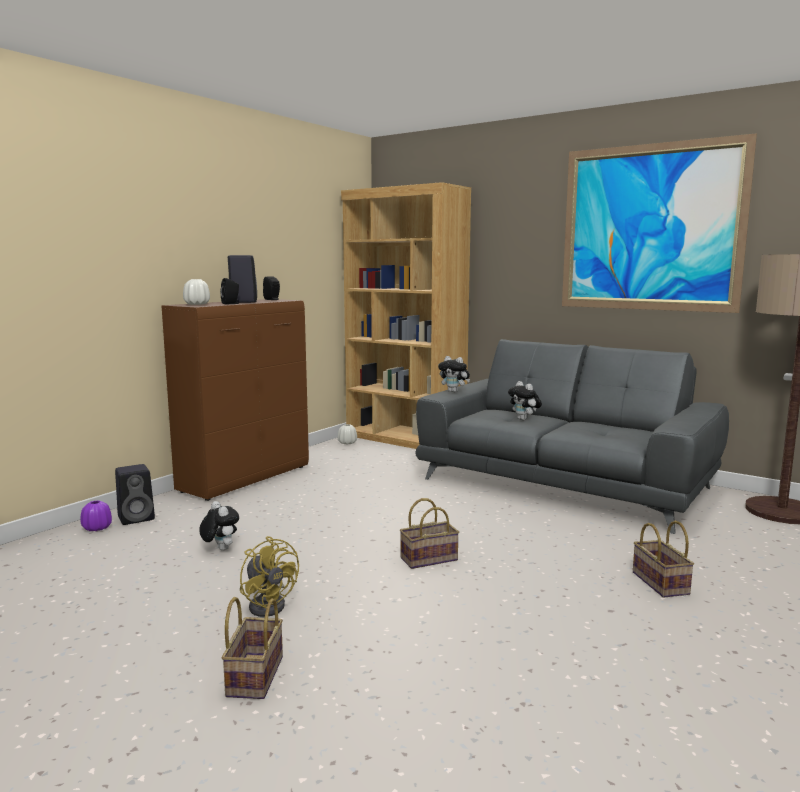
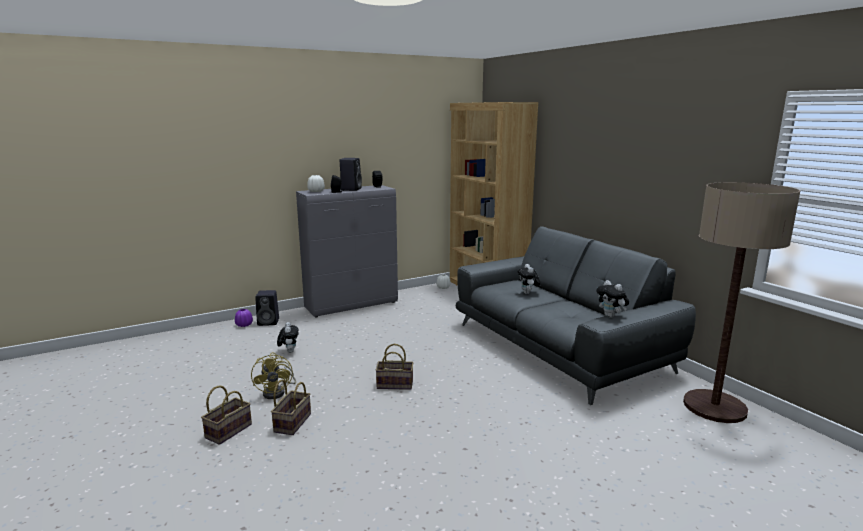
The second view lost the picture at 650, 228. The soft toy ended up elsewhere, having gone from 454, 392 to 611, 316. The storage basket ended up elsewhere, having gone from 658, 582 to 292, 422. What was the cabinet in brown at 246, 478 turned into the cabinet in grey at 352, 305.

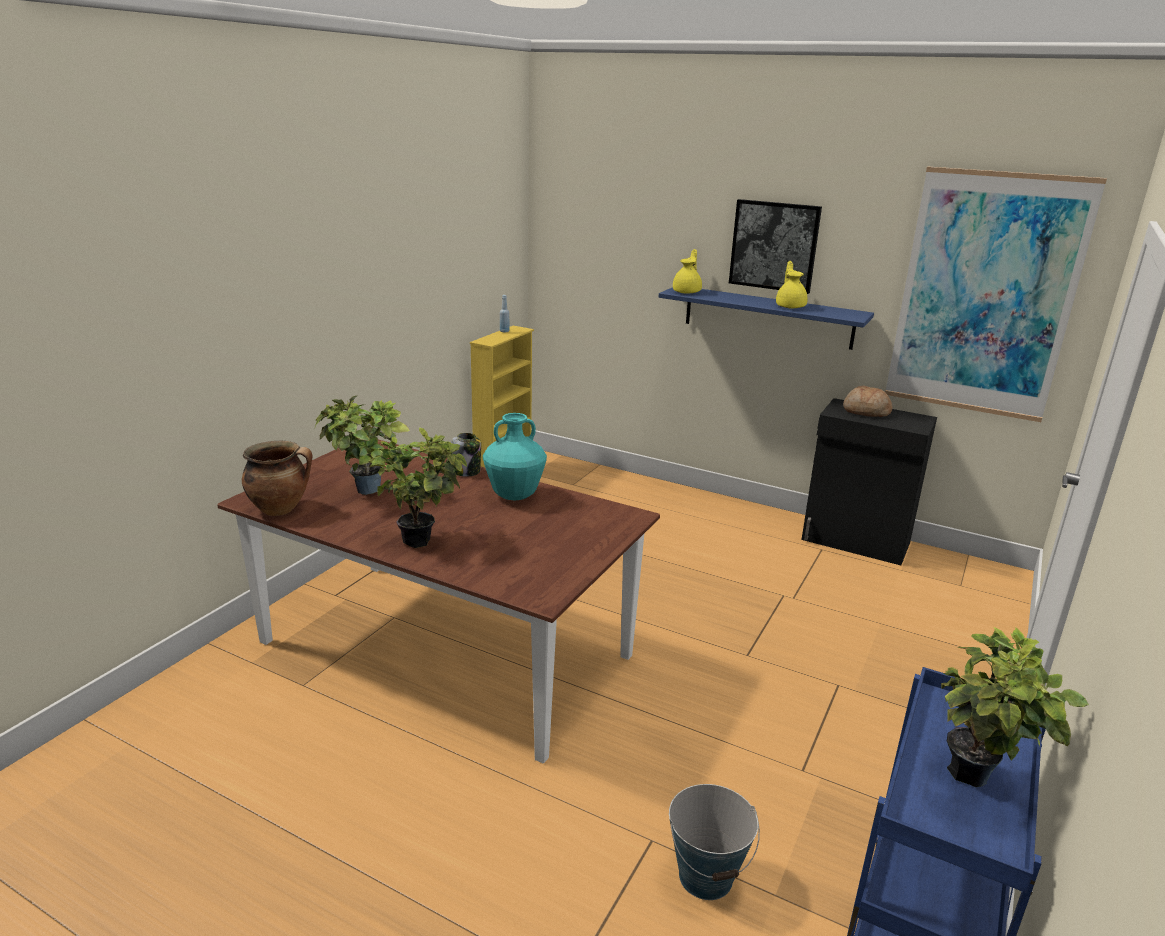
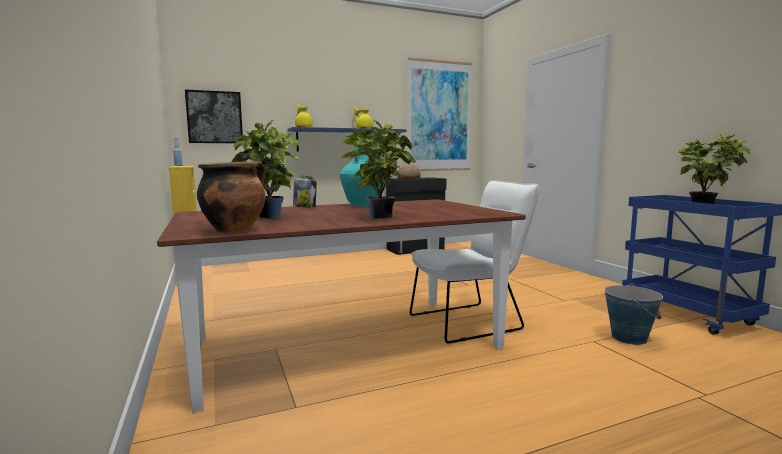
The second view gained the chair in white-coloured at 471, 321. The picture ended up elsewhere, having gone from 774, 245 to 214, 117.

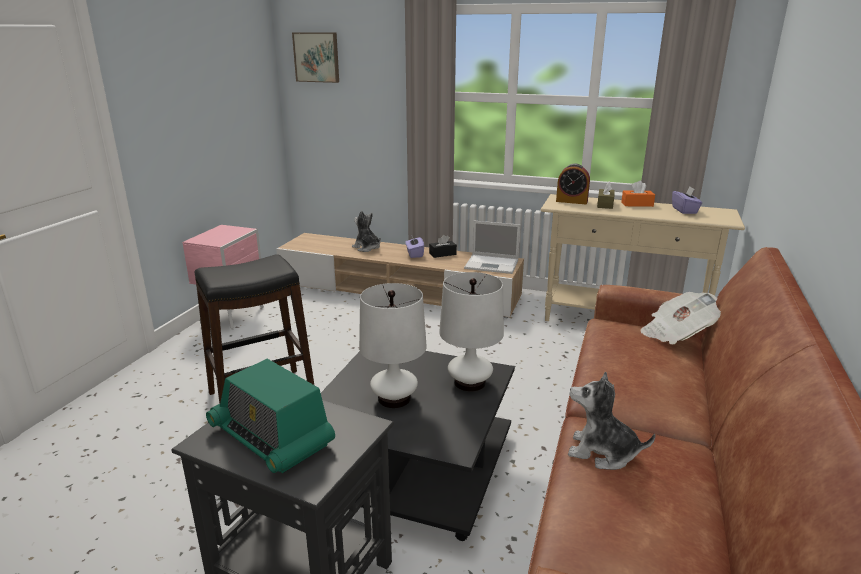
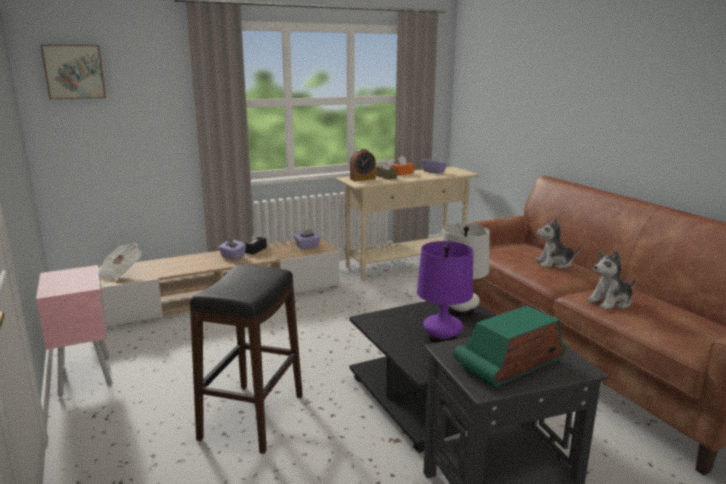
The soft toy ended up elsewhere, having gone from 367, 248 to 554, 263. The printed paper ended up elsewhere, having gone from 676, 333 to 119, 274. Where the notebook computer stood at 493, 264, the tissue holder in purple came to stand at 307, 246. What was the lamp for a table in white-coloured at 394, 398 turned into the lamp for a table in purple at 442, 338. The radio receiver at 272, 436 ended up facing another way, 150 degrees clockwise from before.

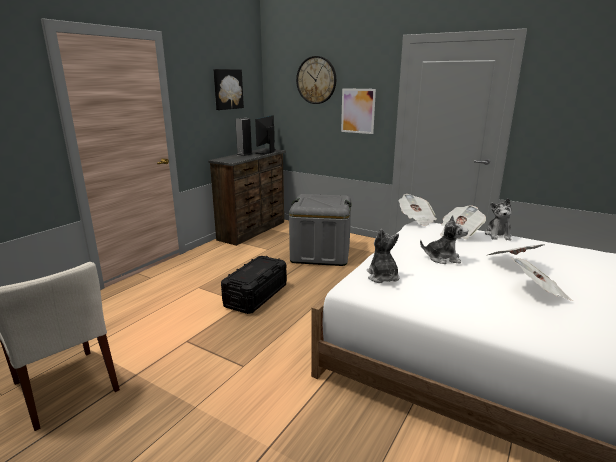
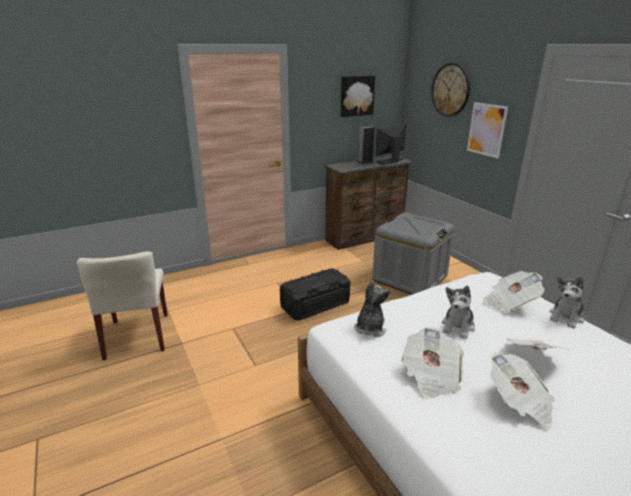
The printed paper ended up elsewhere, having gone from 416, 219 to 430, 376. The soft toy at 442, 258 ended up facing another way, 75 degrees clockwise from before.

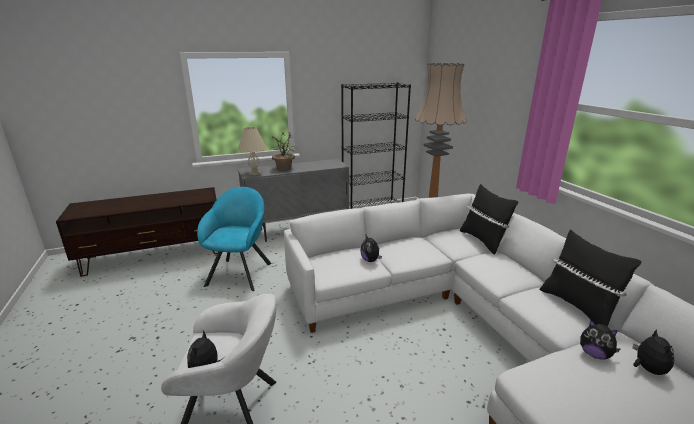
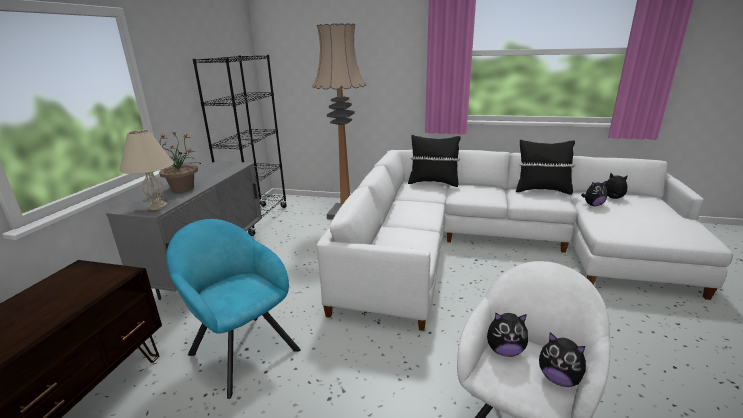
The soft toy ended up elsewhere, having gone from 370, 260 to 504, 350.

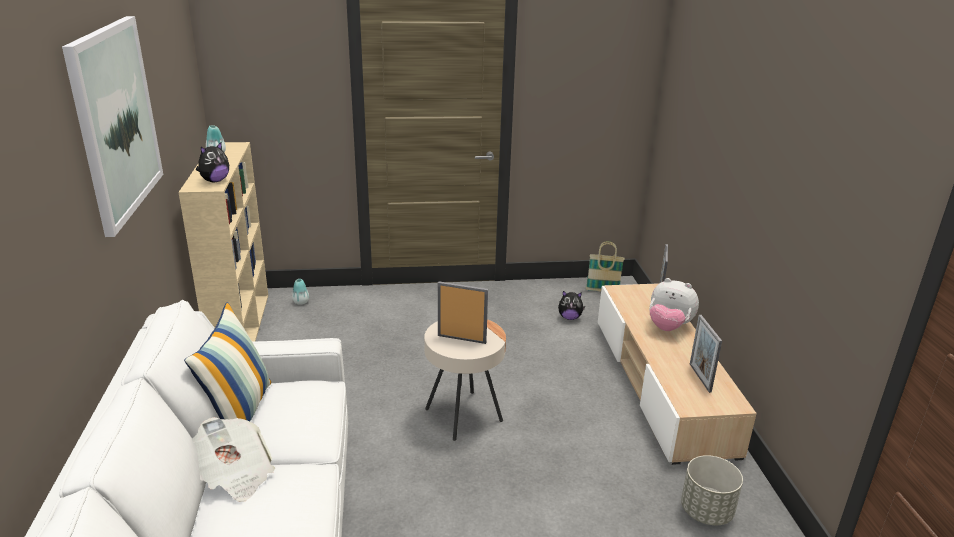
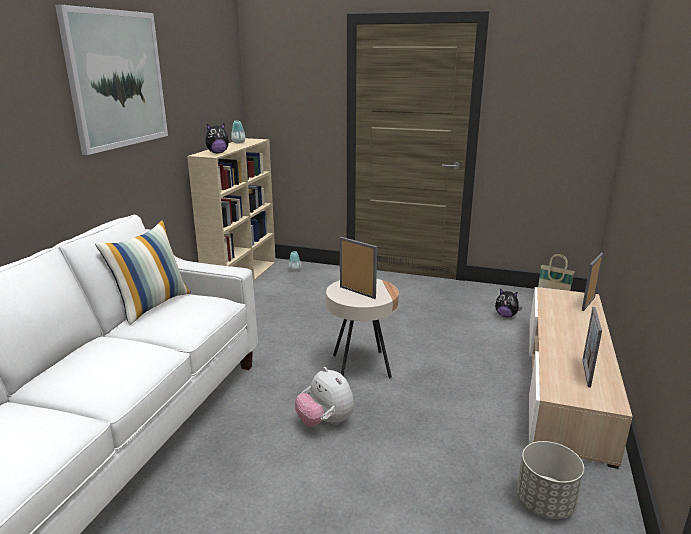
The second view lost the printed paper at 234, 475. The soft toy ended up elsewhere, having gone from 668, 327 to 325, 422.

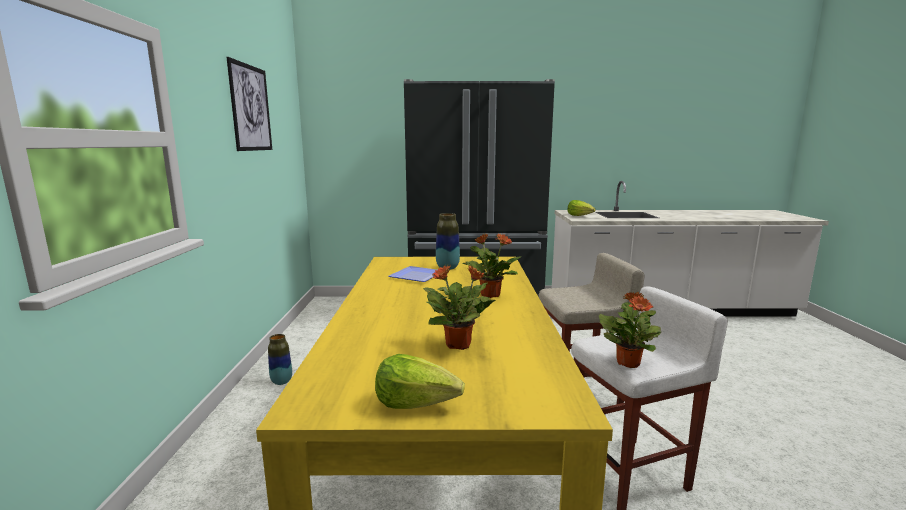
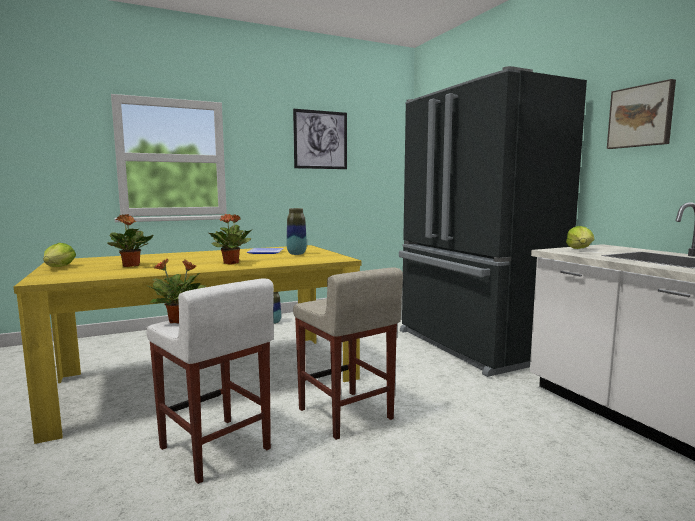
The second view gained the picture at 641, 116.

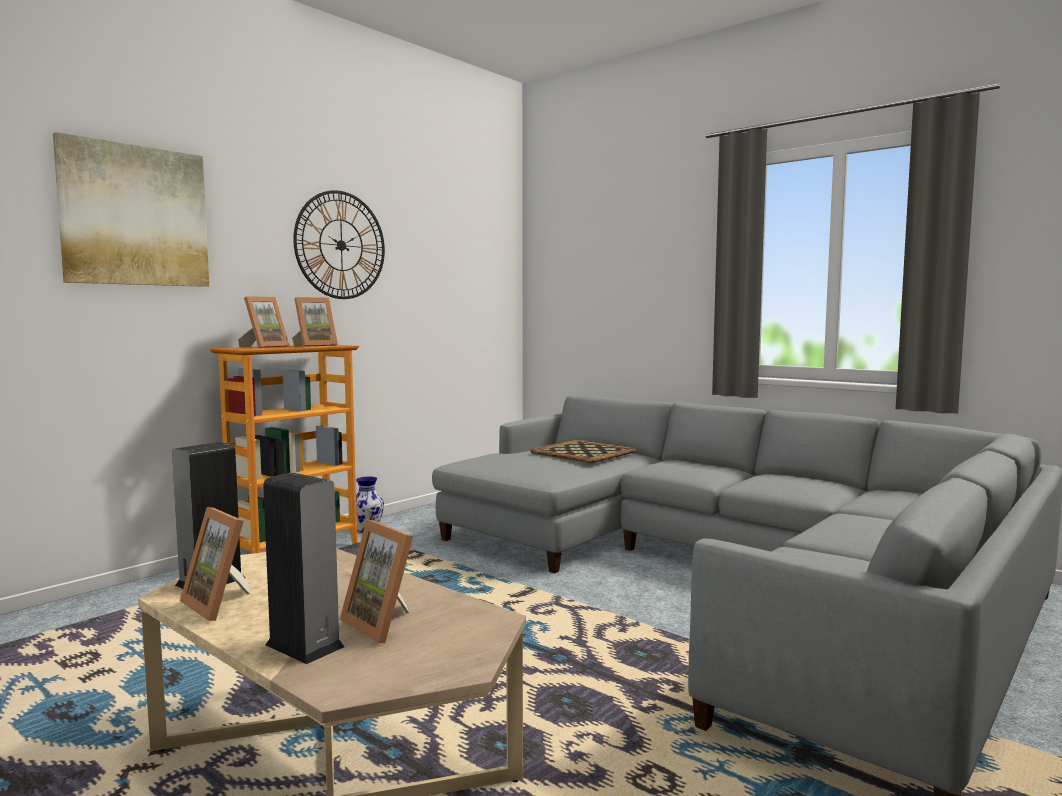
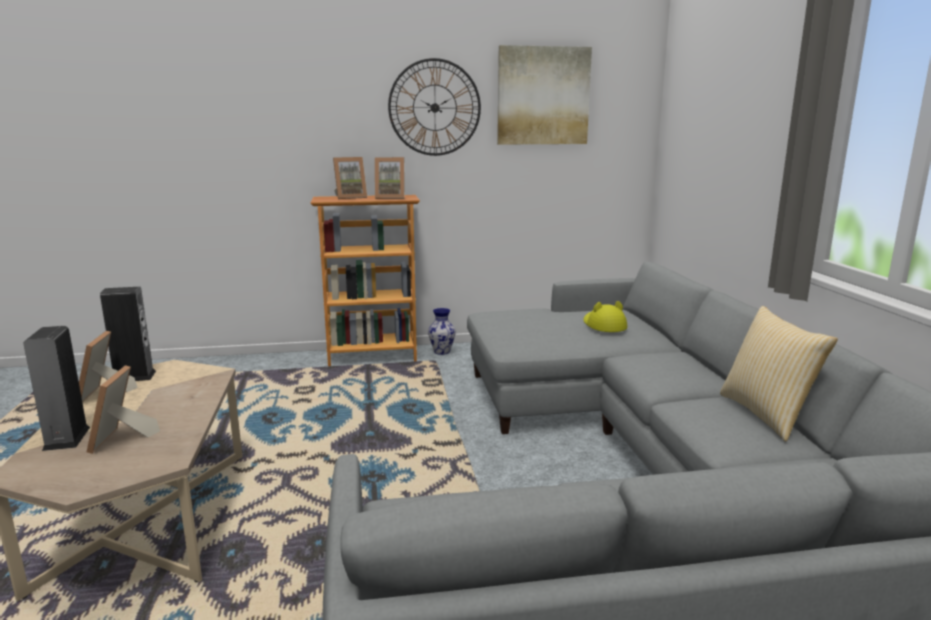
The second view gained the cushion at 767, 414. The picture ended up elsewhere, having gone from 135, 216 to 543, 96. Where the serving tray stood at 583, 452, the wearable hat in yellow came to stand at 603, 325.

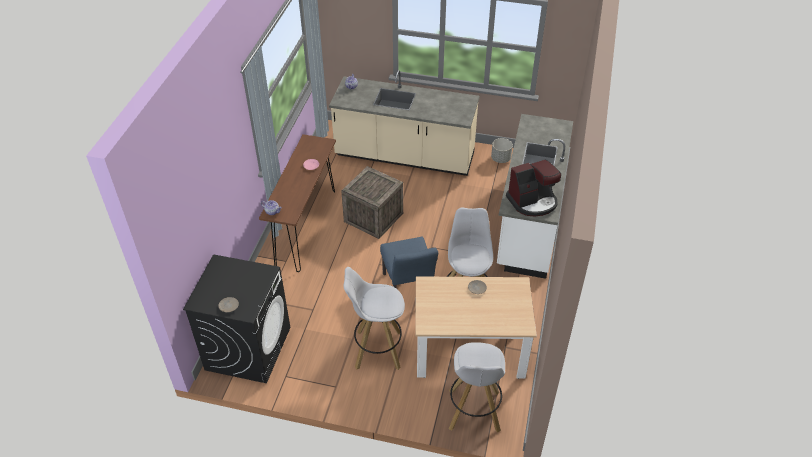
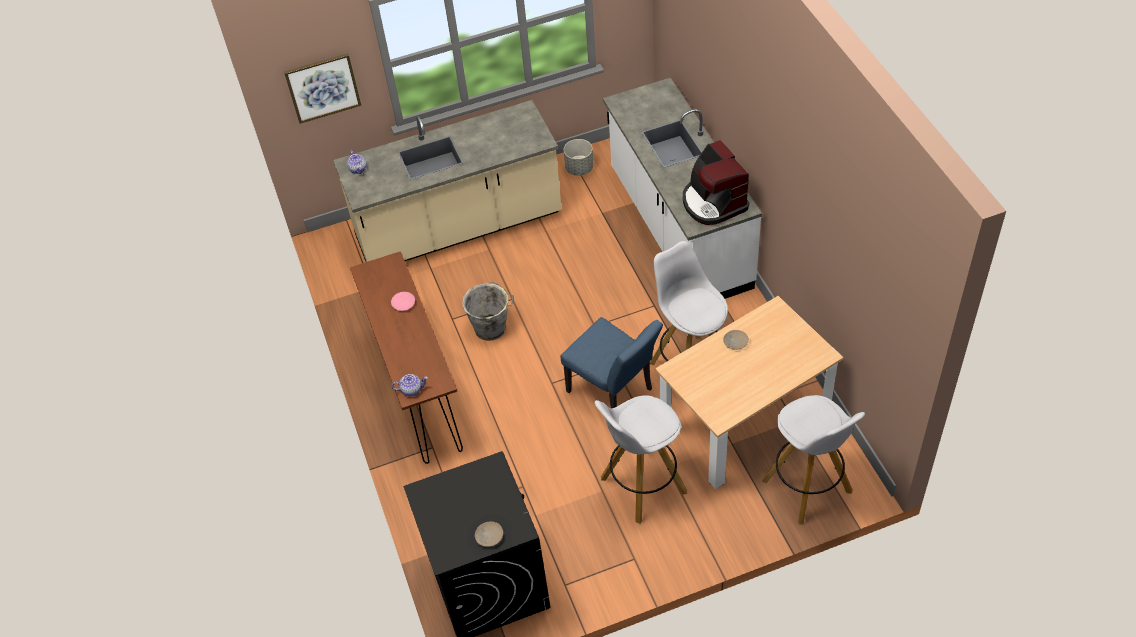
The second view gained the picture at 323, 87. Where the crate stood at 373, 217, the water bucket in grey came to stand at 491, 328. The coffee brewer at 532, 201 ended up facing another way, 120 degrees clockwise from before.

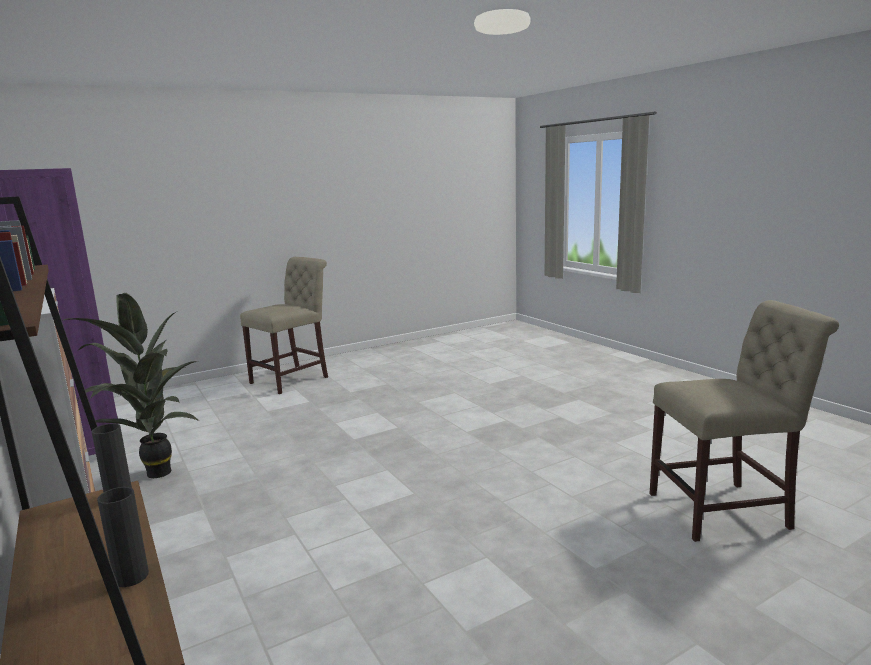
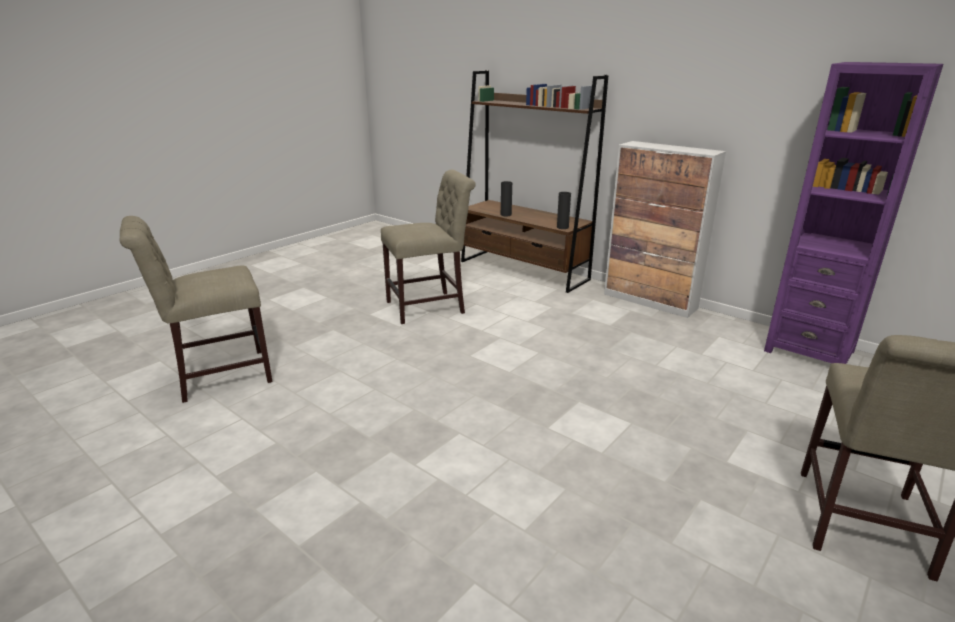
The second view lost the houseplant at 154, 475. The second view gained the chair in beige at 430, 307.

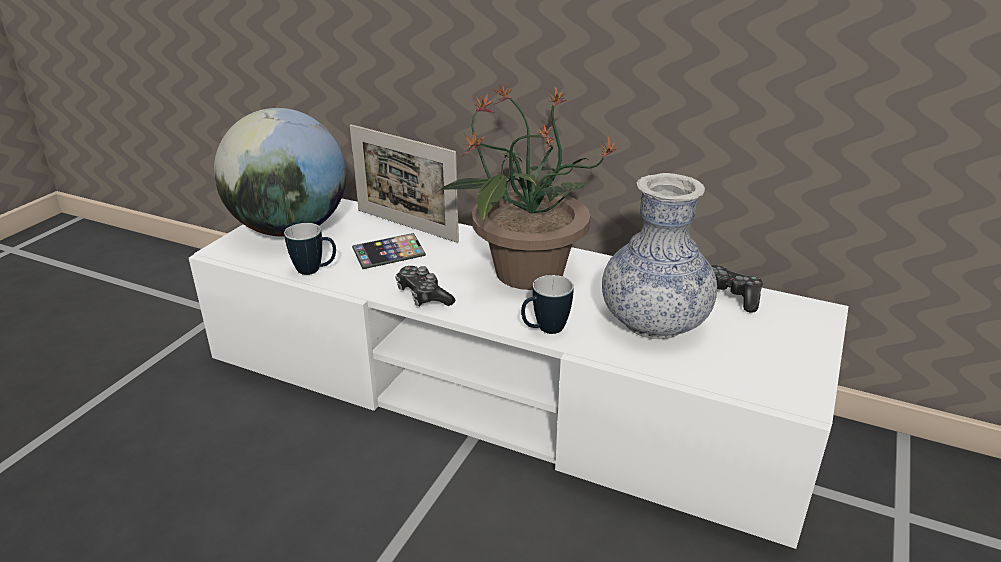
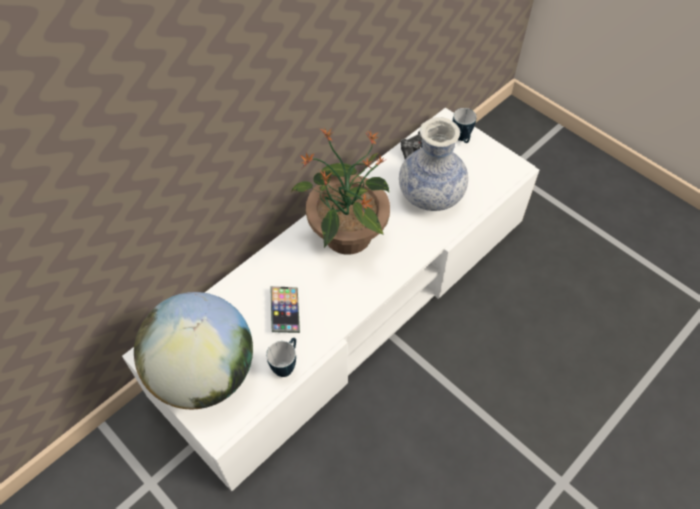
The second view lost the picture frame at 406, 225. The second view lost the joypad at 423, 296. The mug ended up elsewhere, having gone from 544, 330 to 462, 139.

